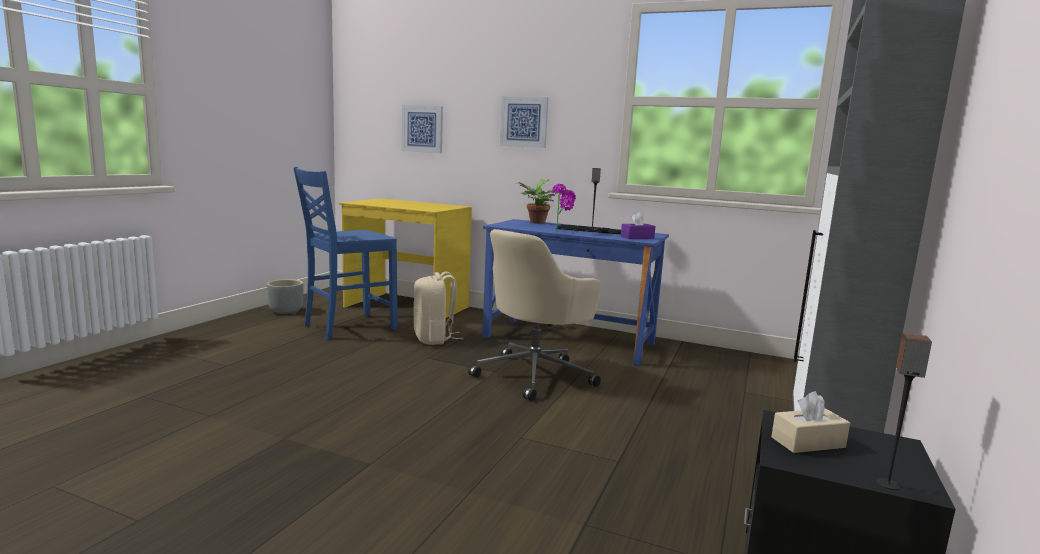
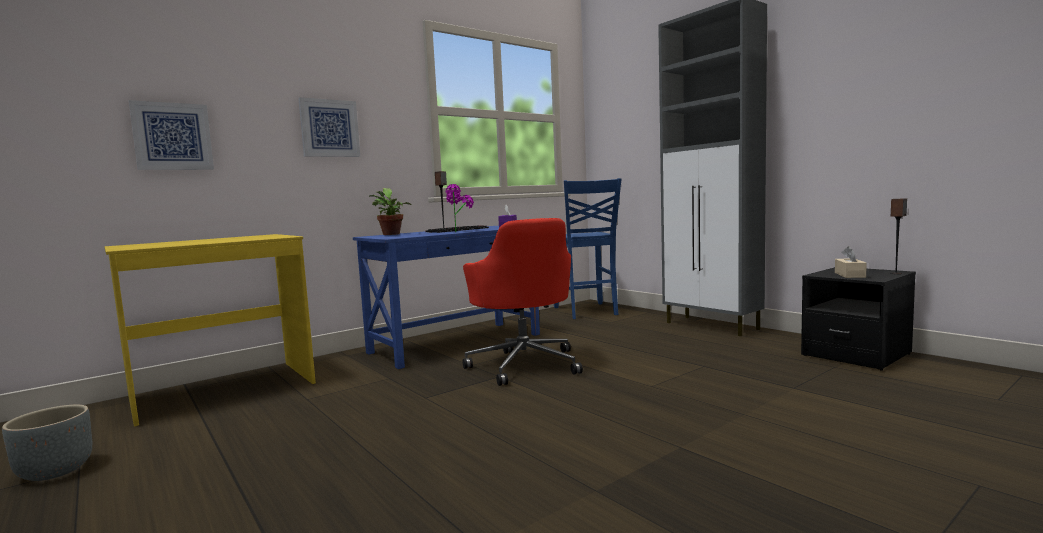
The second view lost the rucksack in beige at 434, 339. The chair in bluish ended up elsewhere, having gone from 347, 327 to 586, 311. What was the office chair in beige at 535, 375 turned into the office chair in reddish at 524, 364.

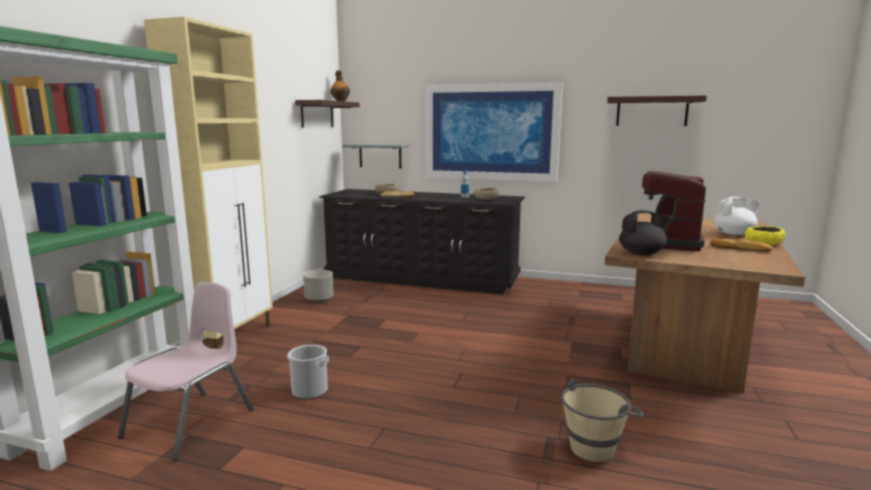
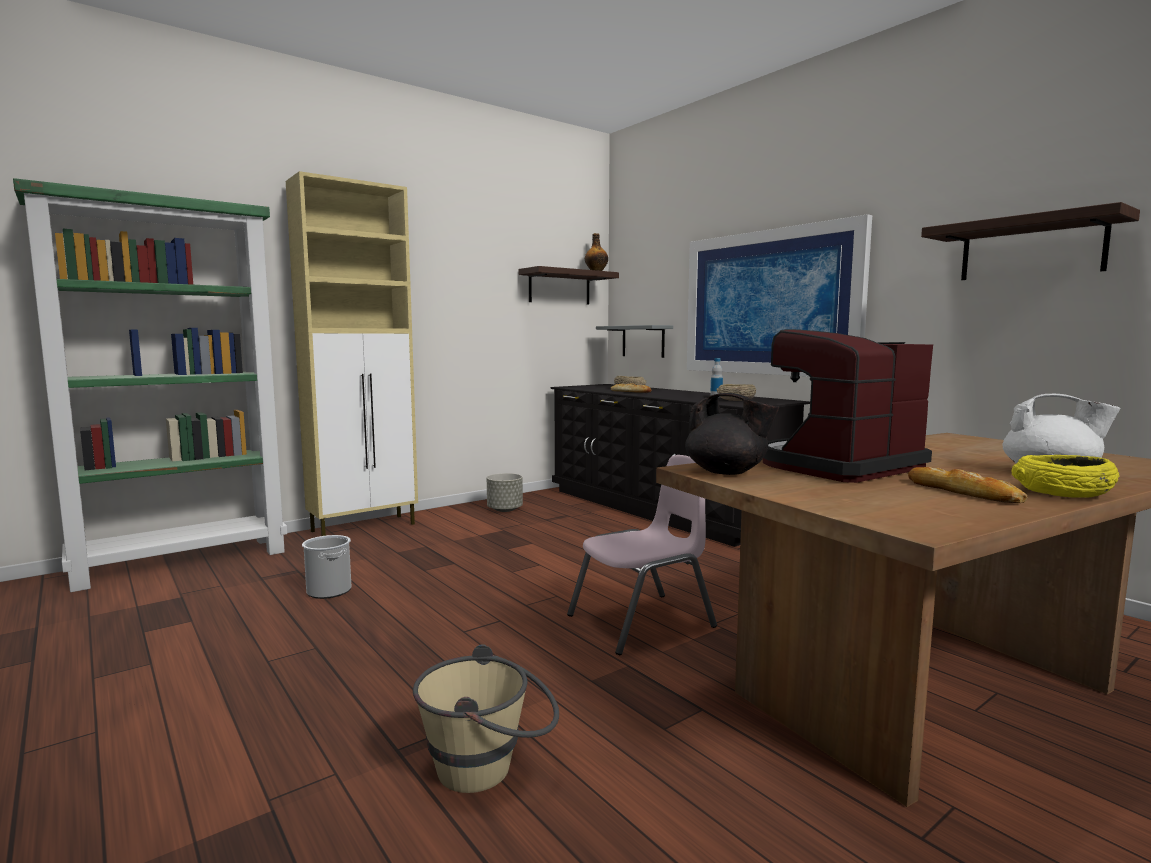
The chair in pink ended up elsewhere, having gone from 191, 423 to 642, 622.

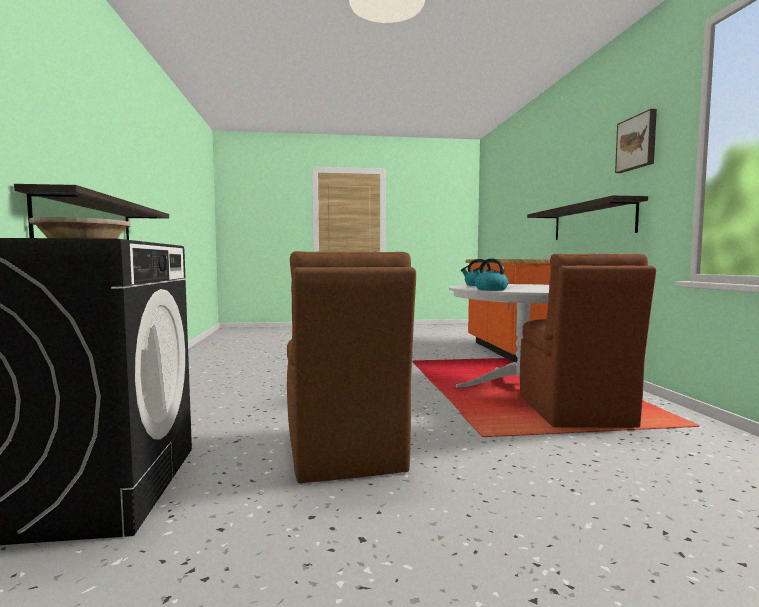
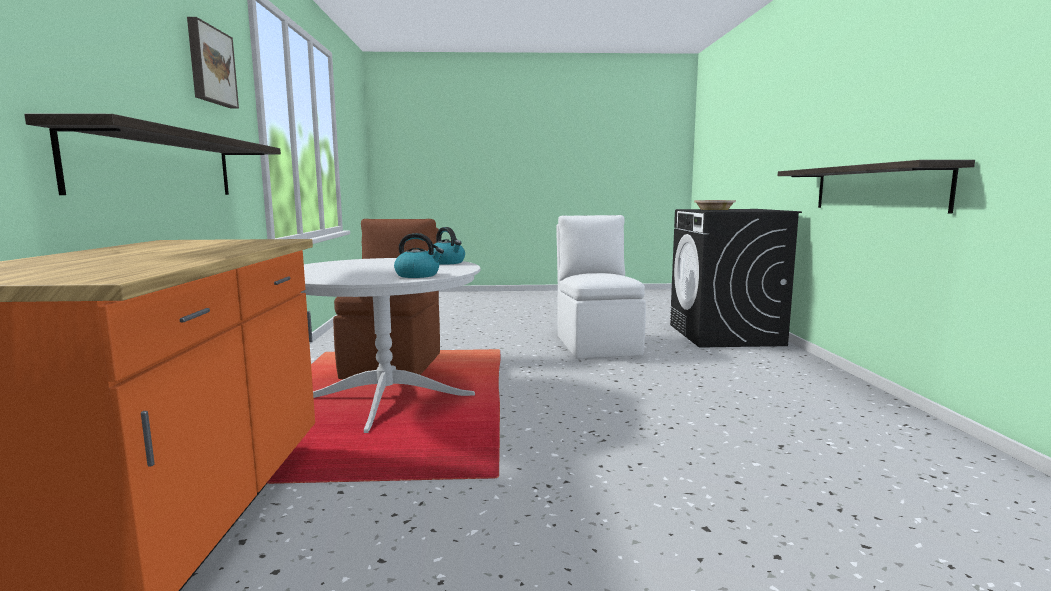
What was the chair in brown at 343, 452 turned into the chair in white-coloured at 597, 345.

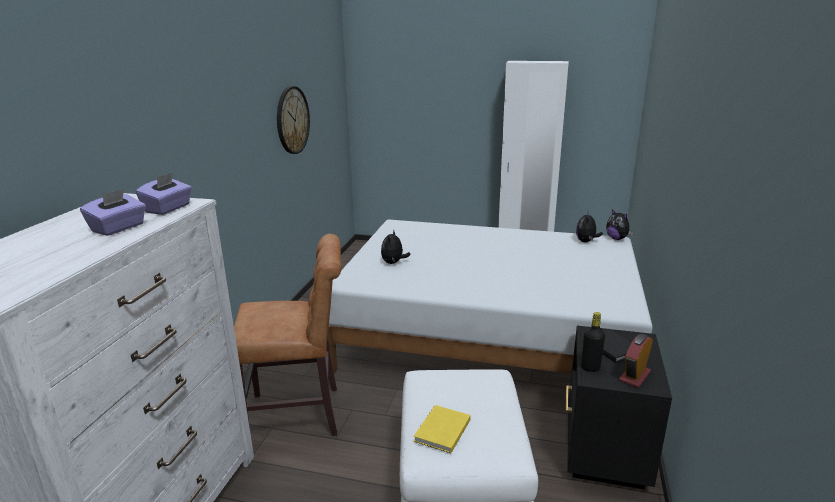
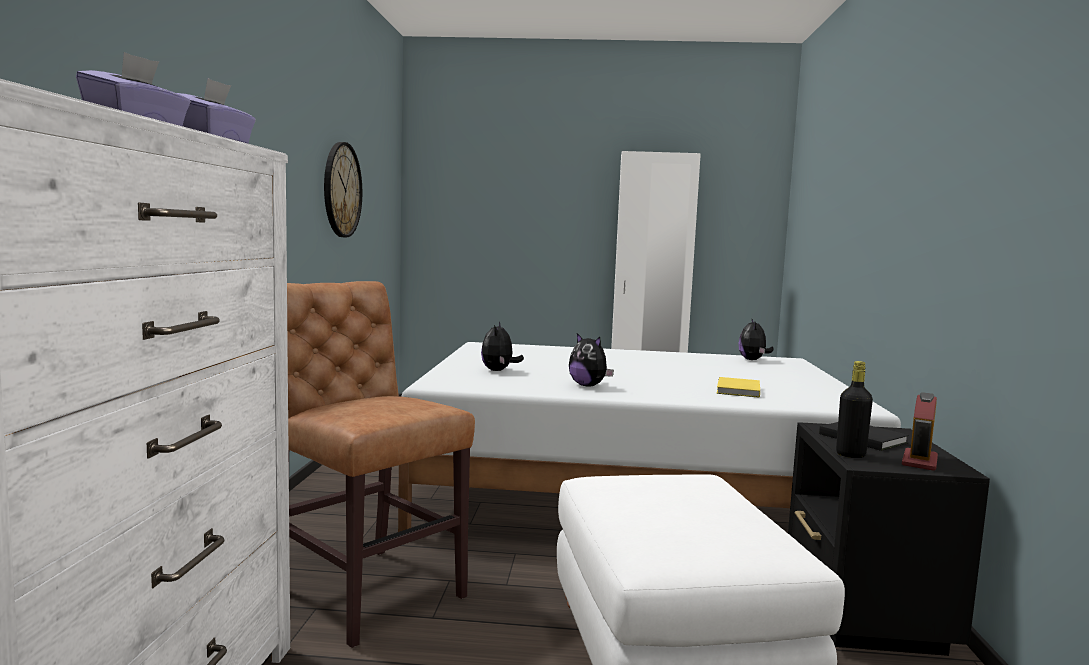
The book in yellow ended up elsewhere, having gone from 441, 431 to 737, 390. The soft toy ended up elsewhere, having gone from 617, 238 to 588, 386. The chair in brown at 300, 415 ended up facing another way, 120 degrees counterclockwise from before.

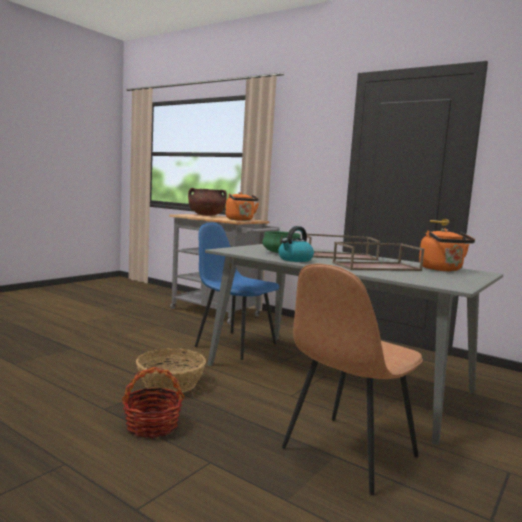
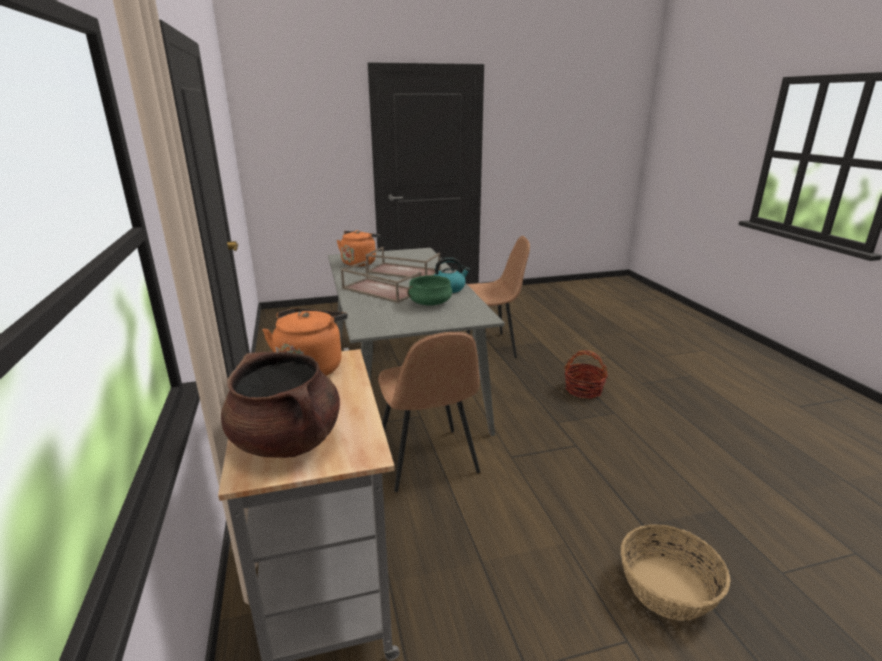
The storage basket ended up elsewhere, having gone from 171, 383 to 667, 587. What was the chair in bluish at 234, 344 turned into the chair in brown at 427, 461.

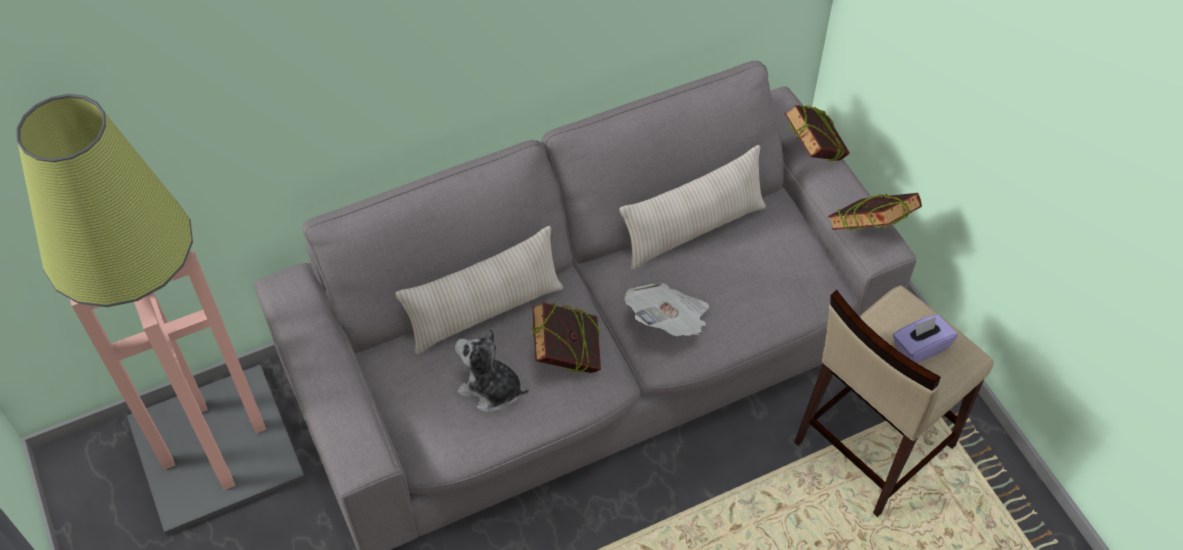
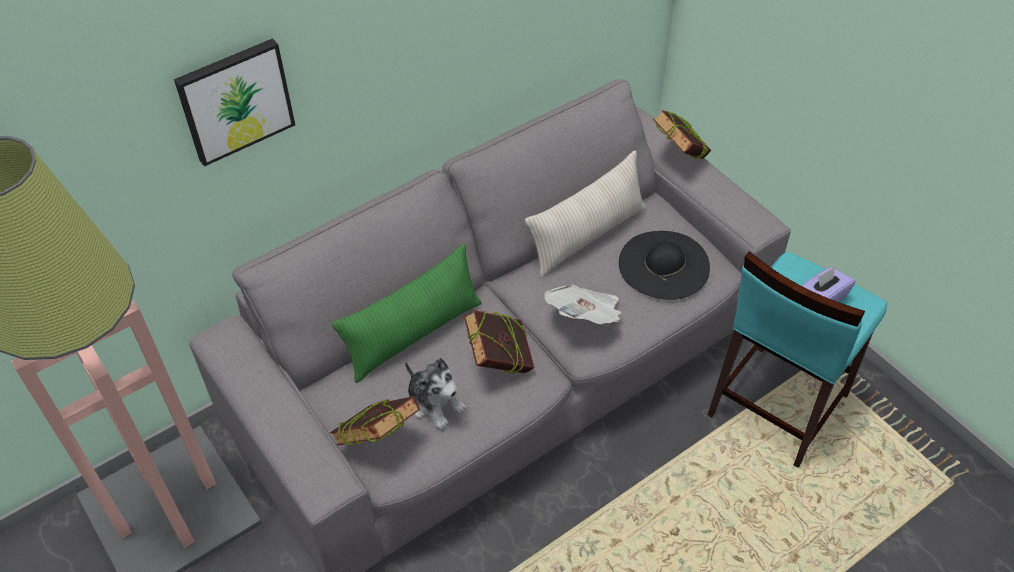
The second view gained the picture at 235, 100. The second view gained the wearable hat in black at 664, 265. The book ended up elsewhere, having gone from 868, 233 to 378, 441. What was the cushion in beige at 485, 311 turned into the cushion in greenish at 413, 335. What was the stool seat in beige at 872, 444 turned into the stool seat in turquoise-coloured at 776, 405. The soft toy at 491, 390 ended up facing another way, 150 degrees counterclockwise from before.

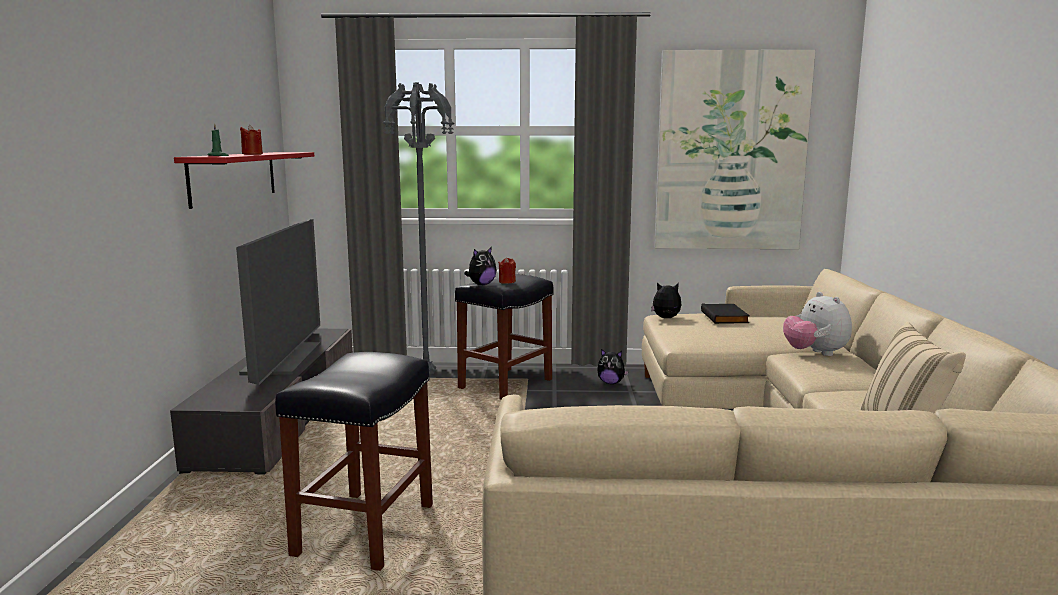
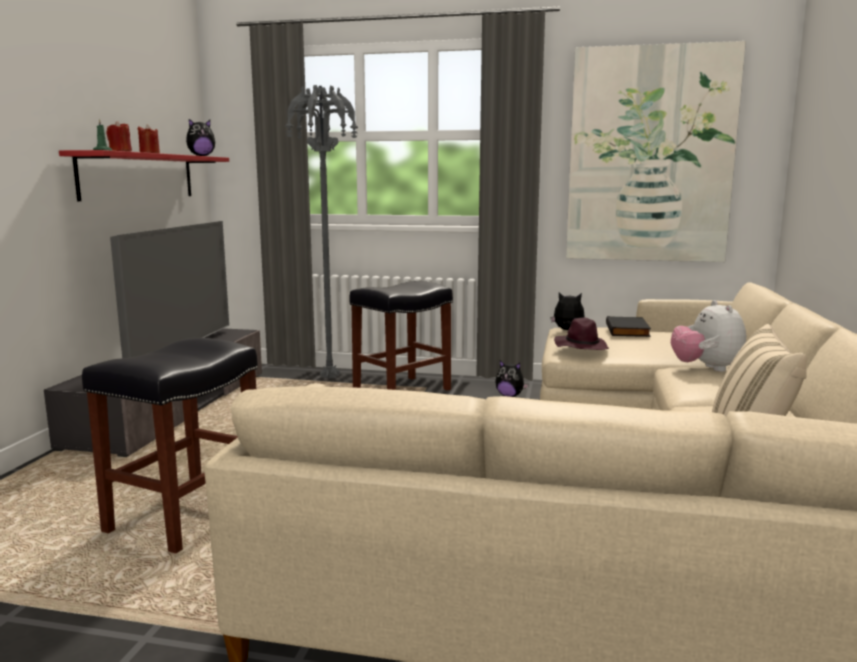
The second view gained the wearable hat in purple at 581, 347. The soft toy ended up elsewhere, having gone from 481, 284 to 201, 156. The wax candle in reddish ended up elsewhere, having gone from 507, 282 to 120, 151.

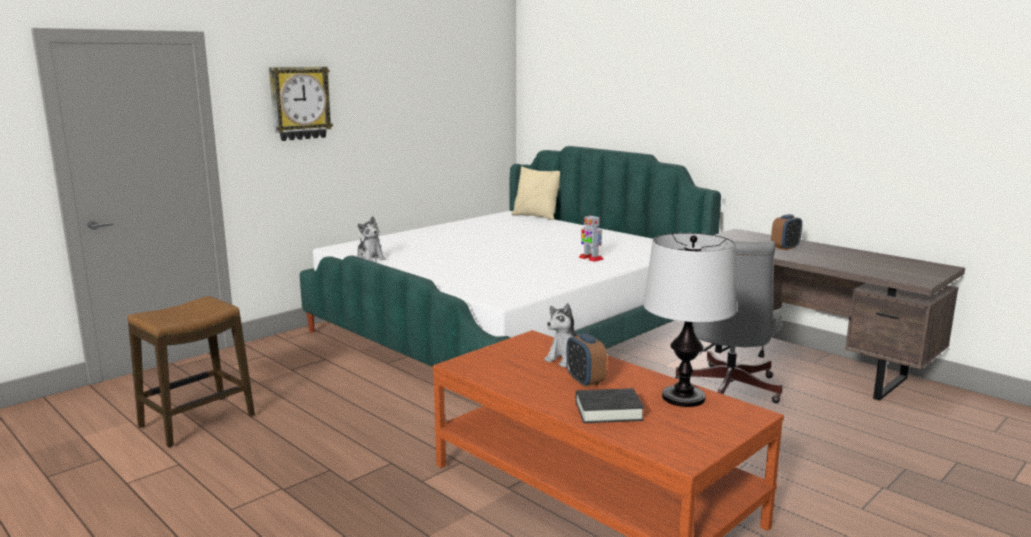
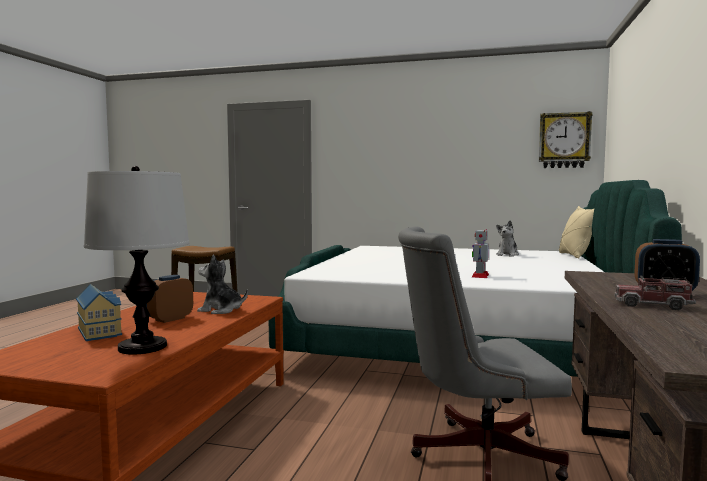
The second view gained the toy lorry at 652, 305. The hanging clock ended up elsewhere, having gone from 300, 103 to 564, 140. The soft toy ended up elsewhere, having gone from 370, 258 to 507, 255. Where the book in black stood at 608, 411, the model house came to stand at 100, 331.

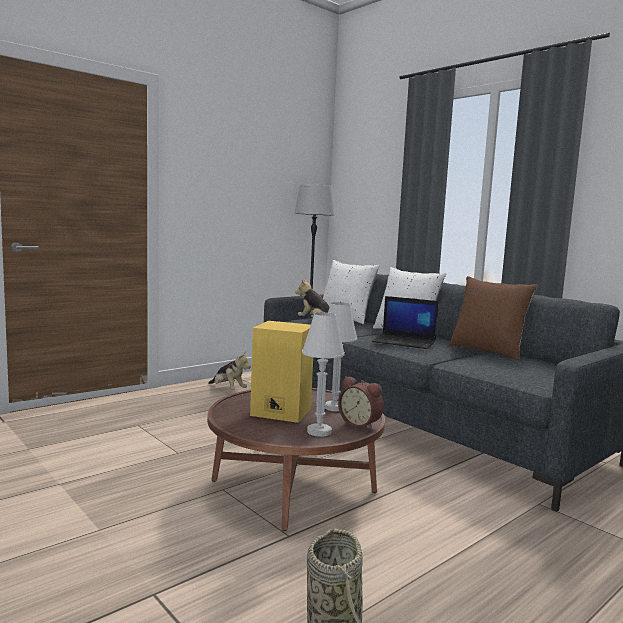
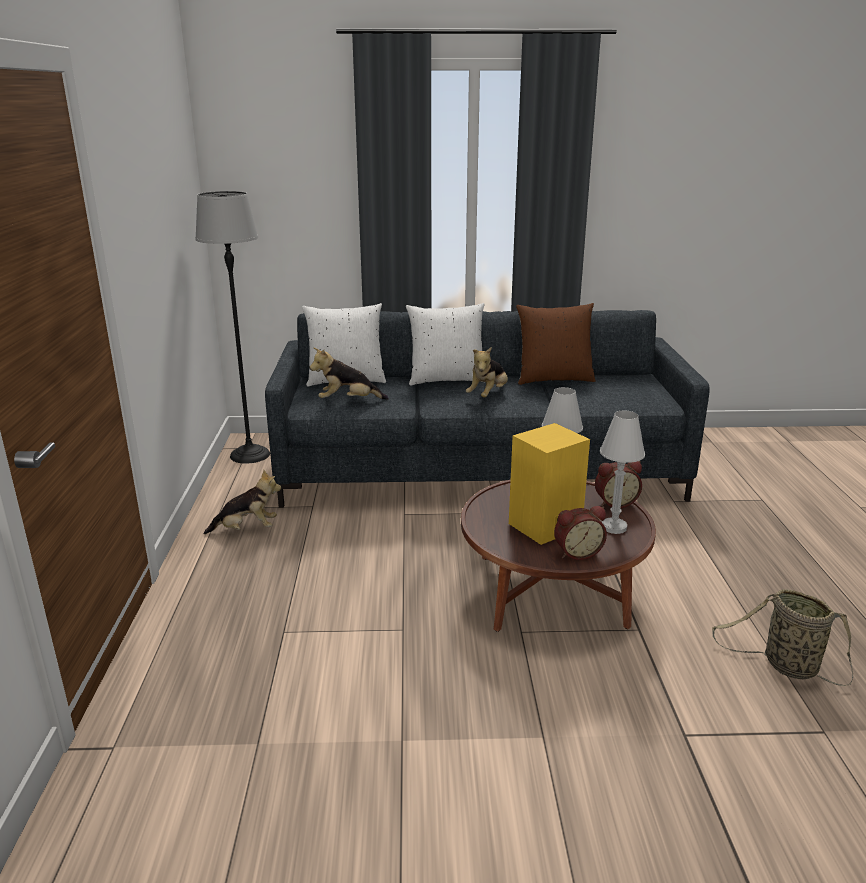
The second view gained the bedside clock at 577, 552. Where the notebook computer stood at 405, 342, the soft toy came to stand at 488, 395.

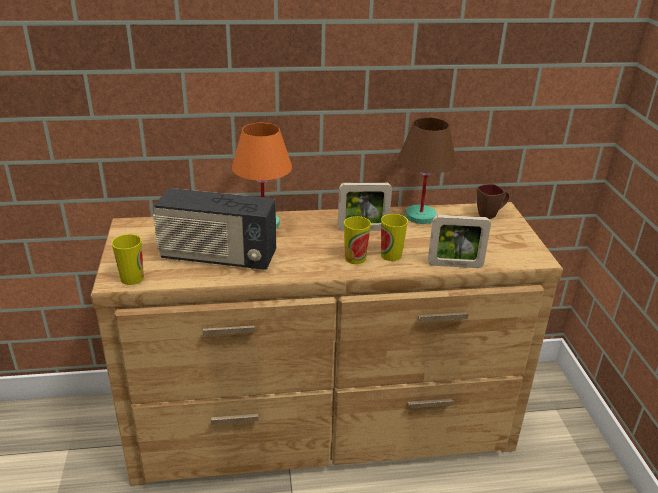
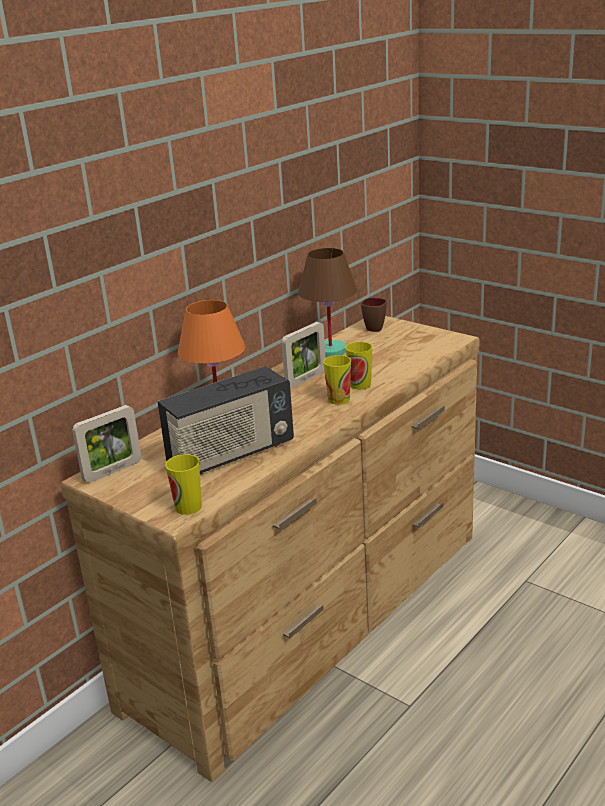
The picture frame ended up elsewhere, having gone from 455, 265 to 112, 471.

